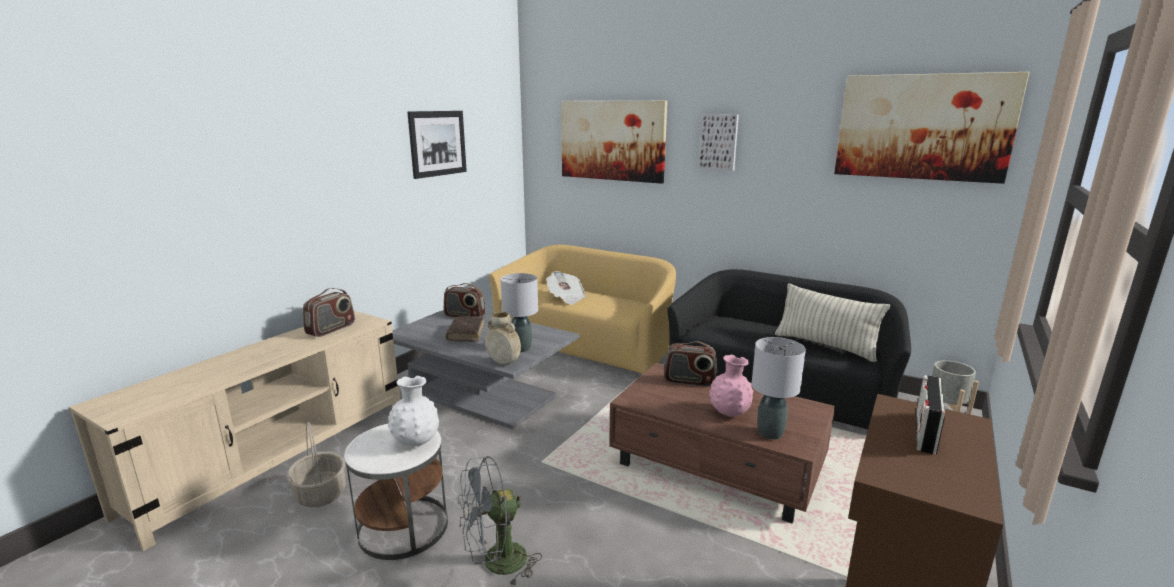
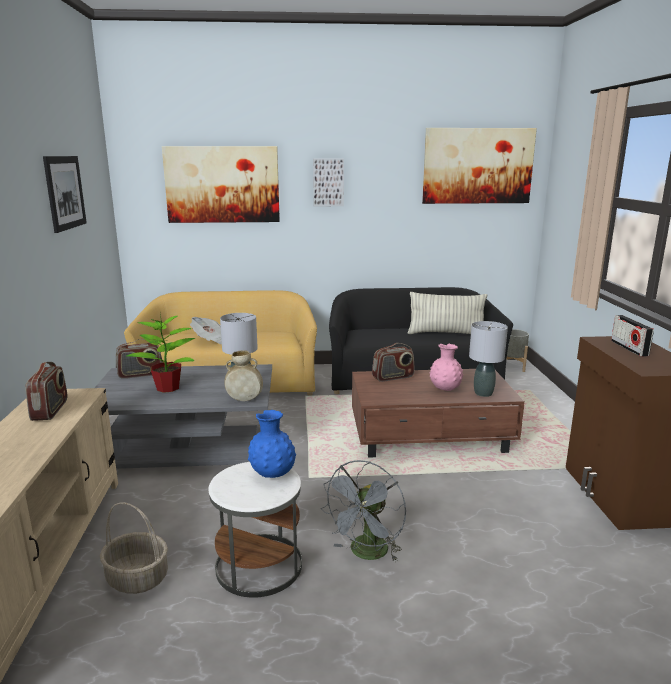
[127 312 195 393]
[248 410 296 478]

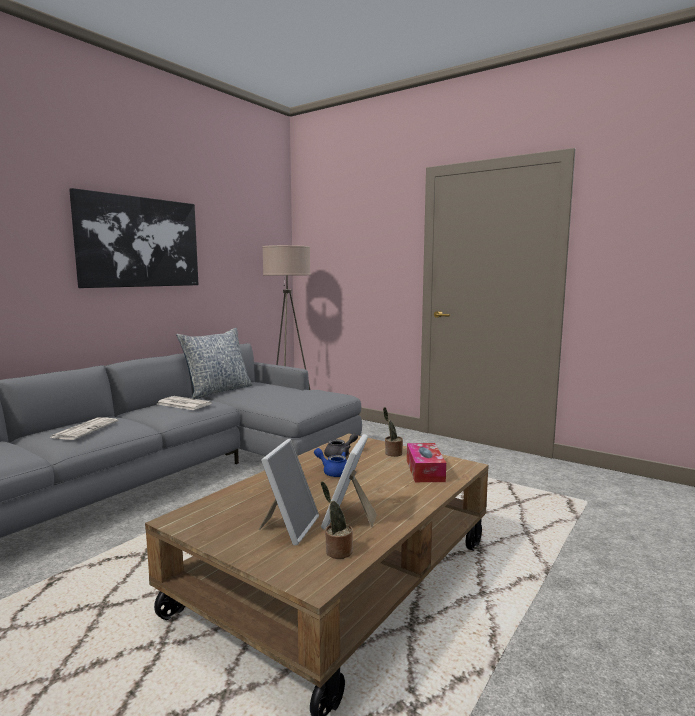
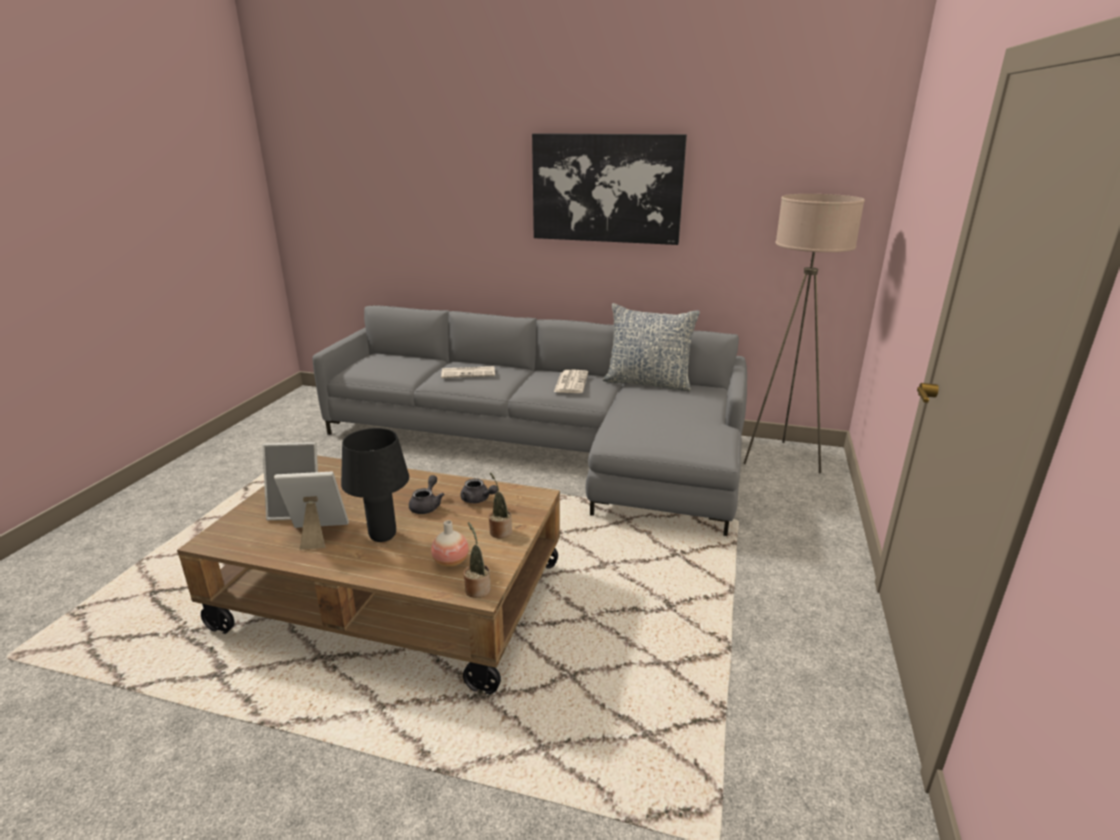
[341 428 409 542]
[463 522 491 598]
[431 520 469 567]
[409 475 444 514]

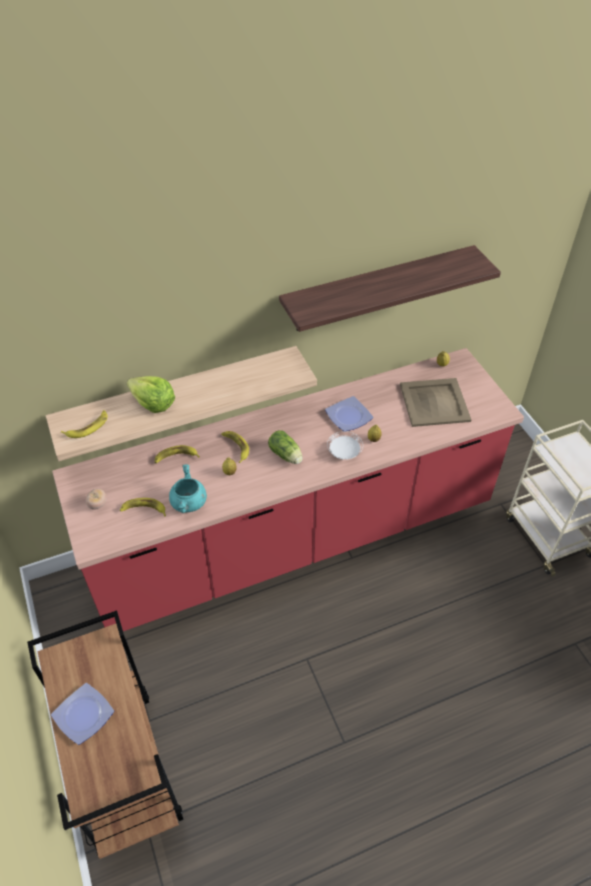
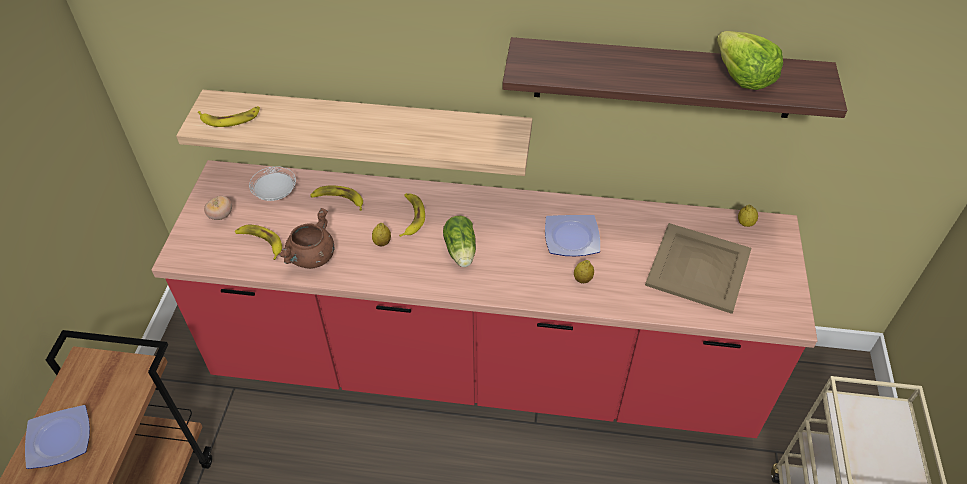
[717 31 783 90]
[249 166 296 201]
[279 208 334 269]

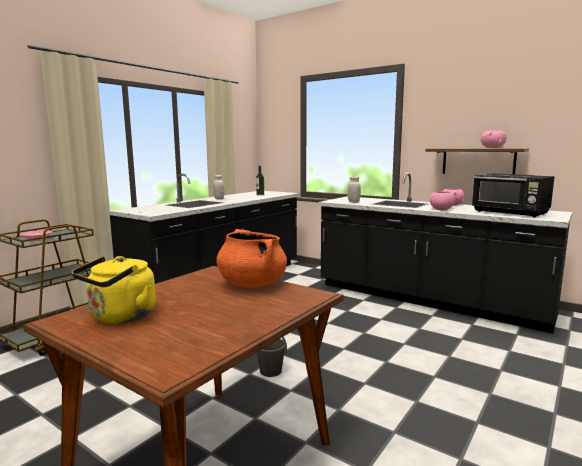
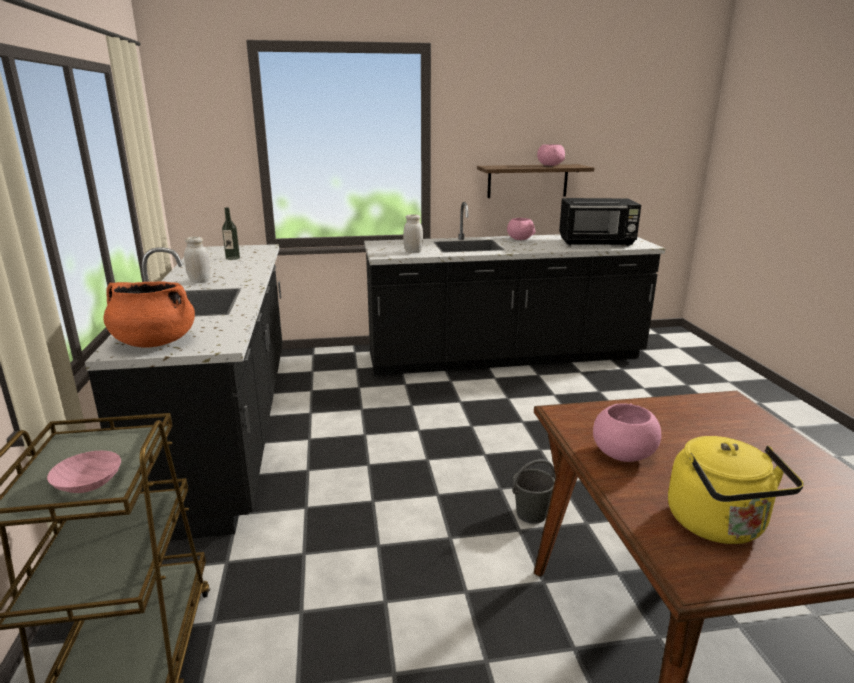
[104 282 195 347]
[593 403 661 462]

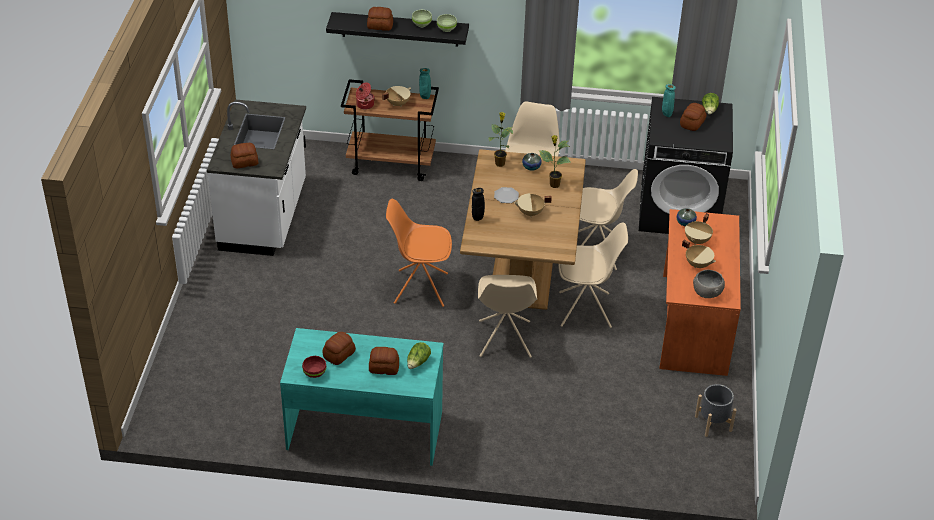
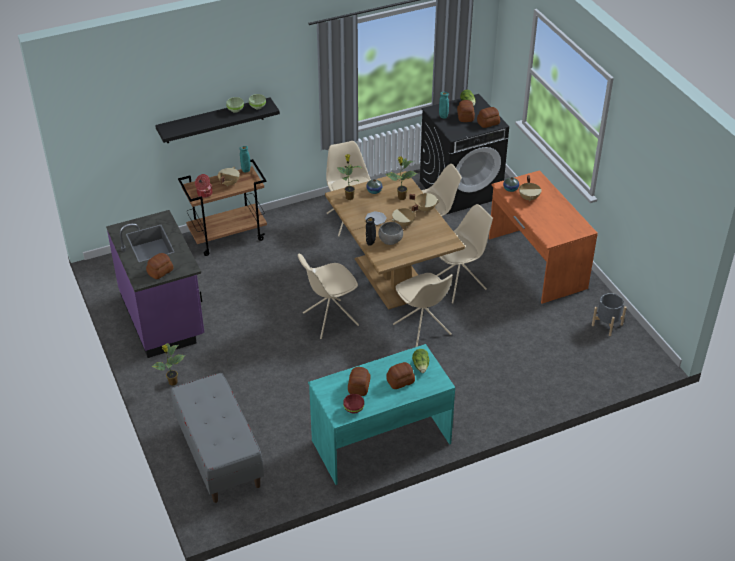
[151 343 185 386]
[171 373 264 503]
[477 107 500 128]
[409 193 440 212]
[378 222 403 245]
[106 210 204 358]
[298 254 359 339]

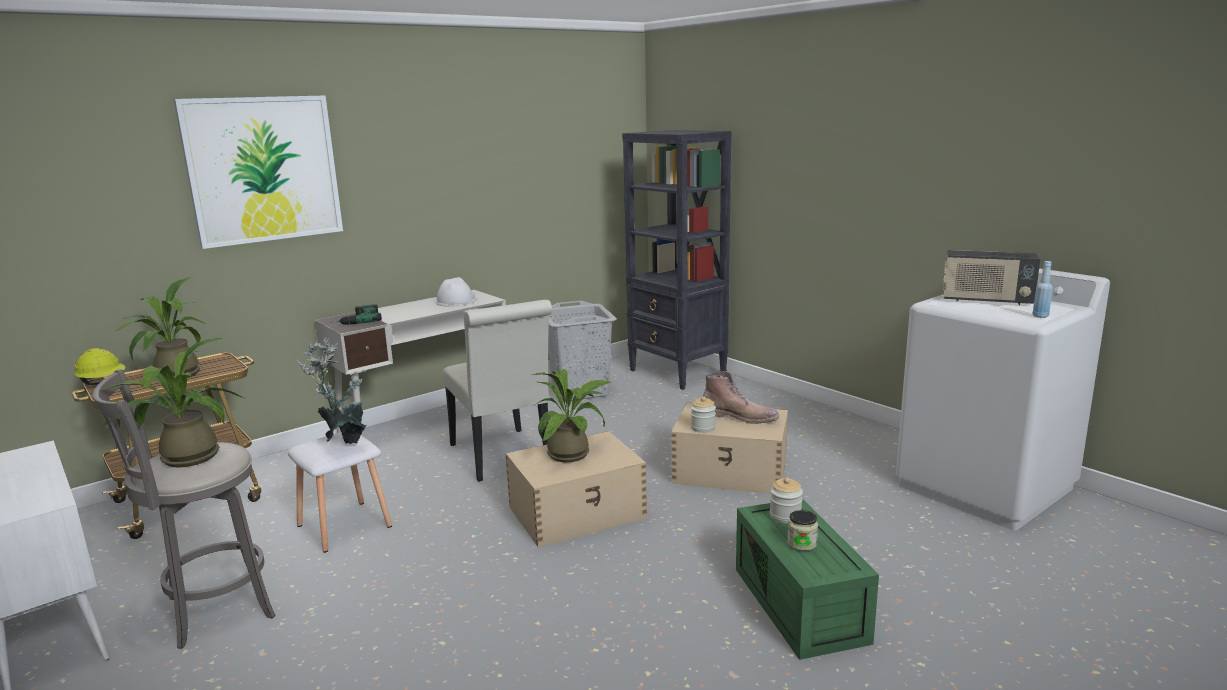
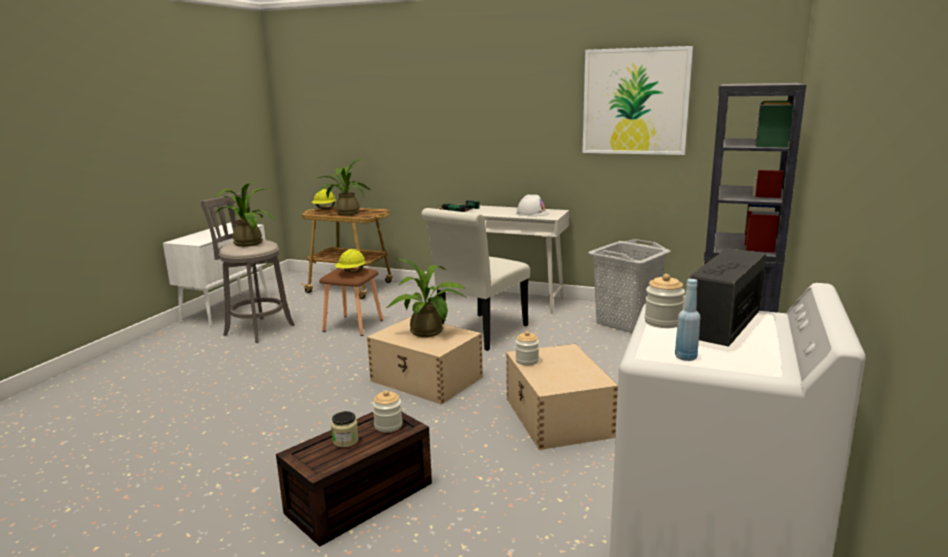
[703 371 779 424] (first image)
[644 274 685 328]
[582 46 693 155]
[335 249 366 273]
[319 267 383 336]
[276 412 432 547]
[690 248 766 347]

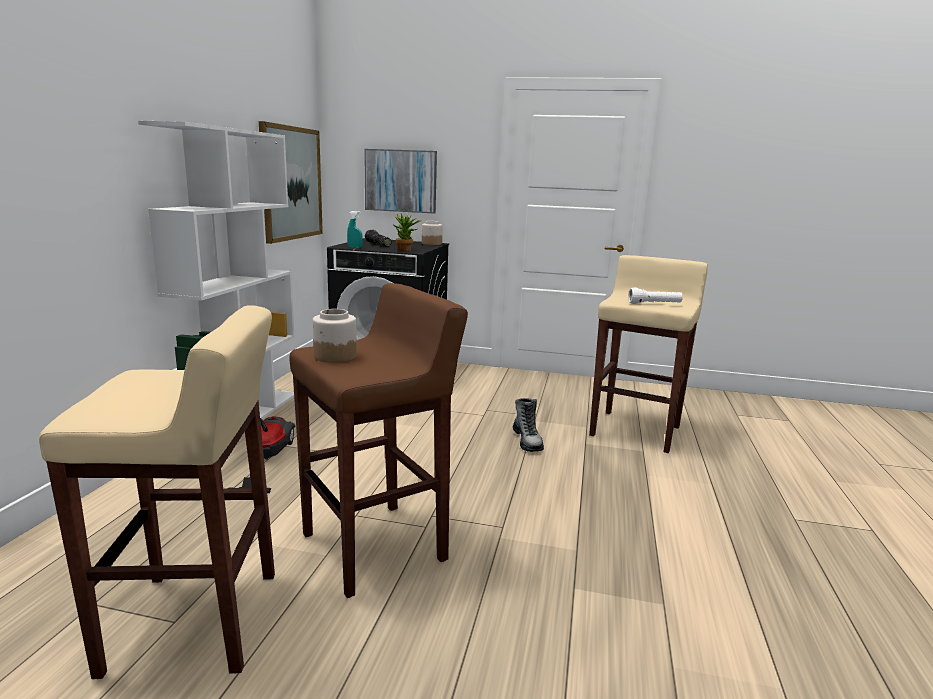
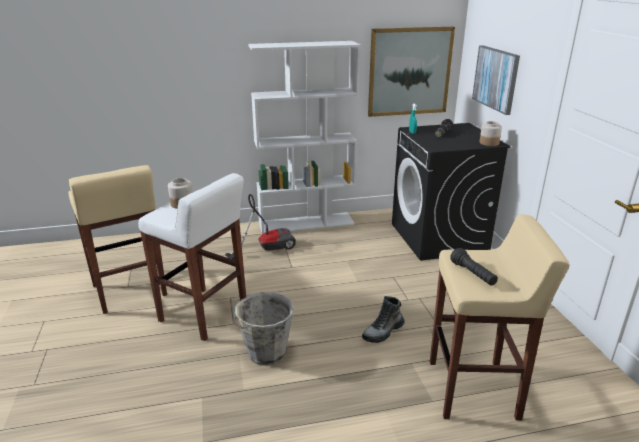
[394 213 422 251] (first image)
[233 292 294 366]
[138 173 246 341]
[450 248 498 286]

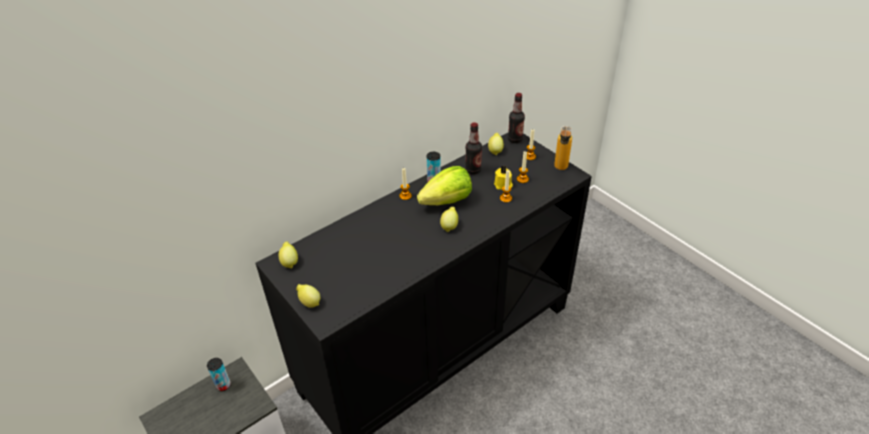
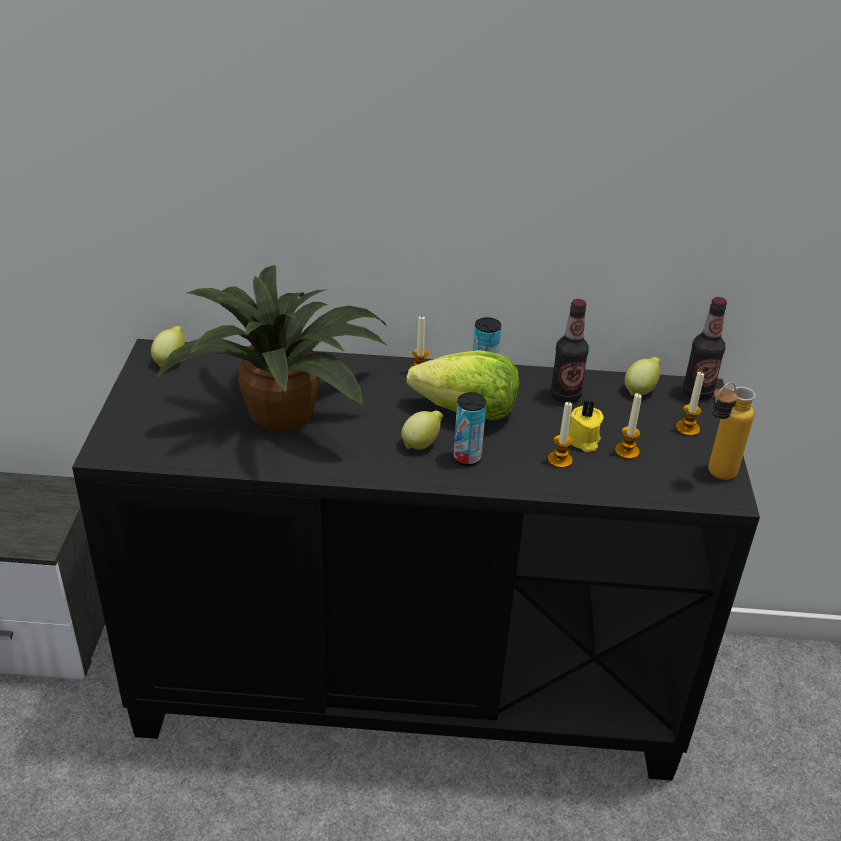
[296 284 321 308] (first image)
[157 265 387 432]
[453 392 486 466]

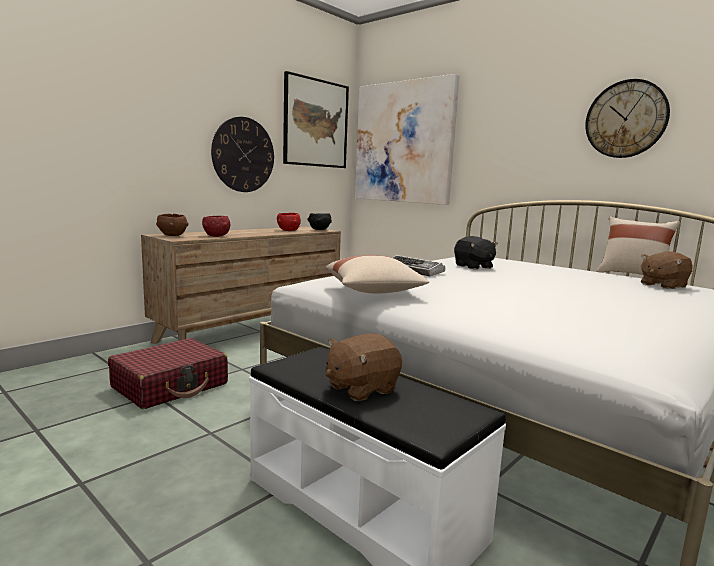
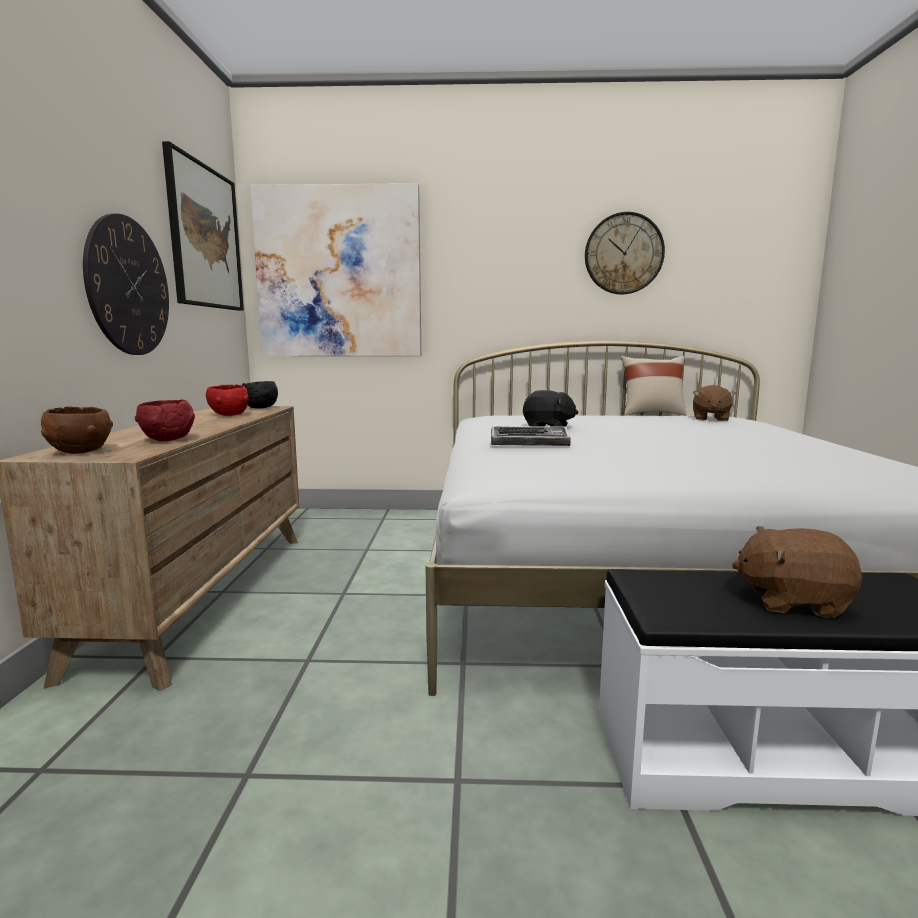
[108 338 228 409] (first image)
[326 255 429 293] (first image)
[732 526 862 618]

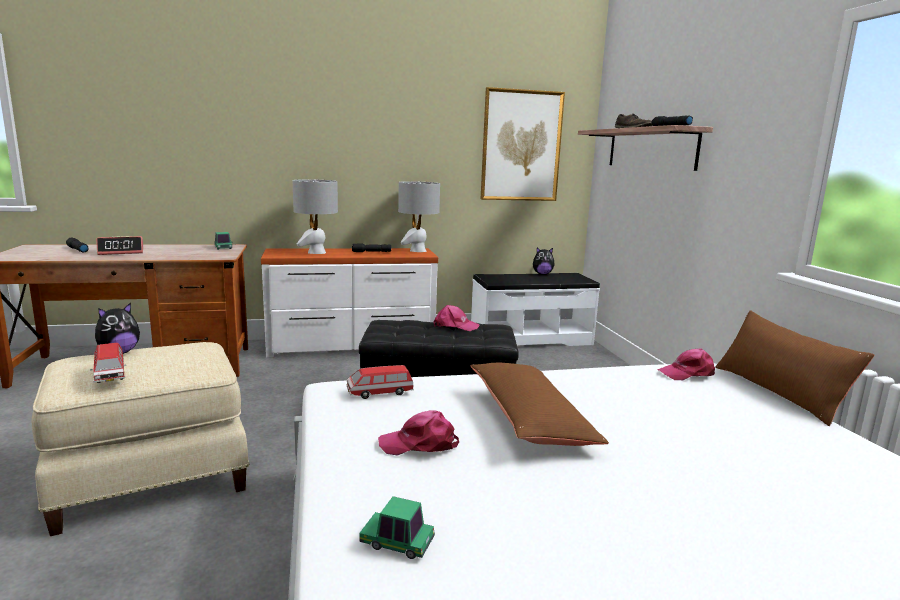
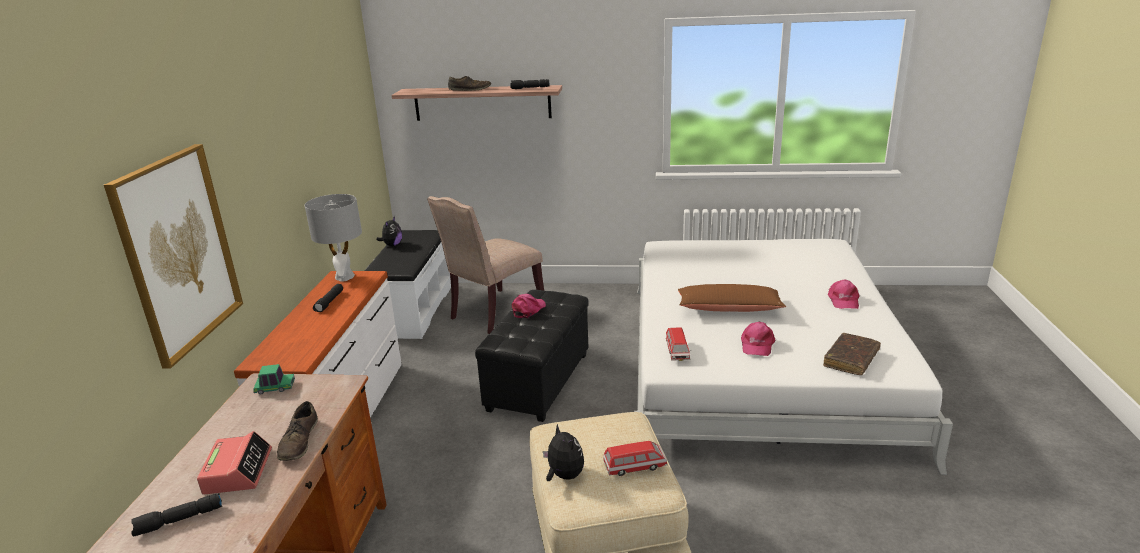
[293 179 338 254] (first image)
[715 310 874 426] (first image)
[277 401 318 461]
[427 196 544 334]
[104 144 243 369]
[828 279 860 309]
[823 333 881 375]

